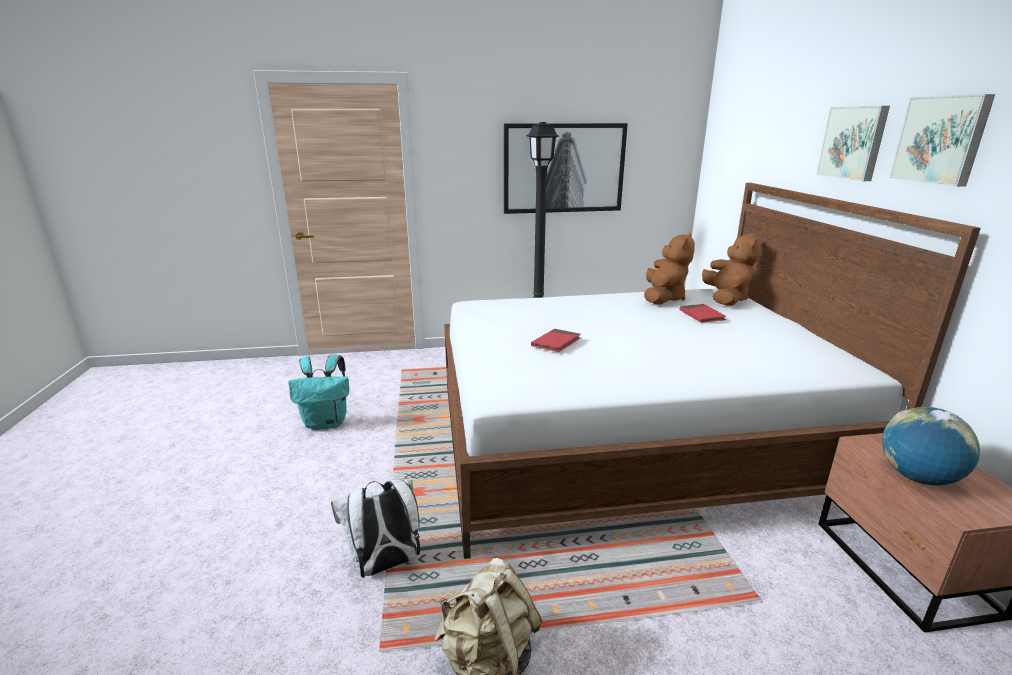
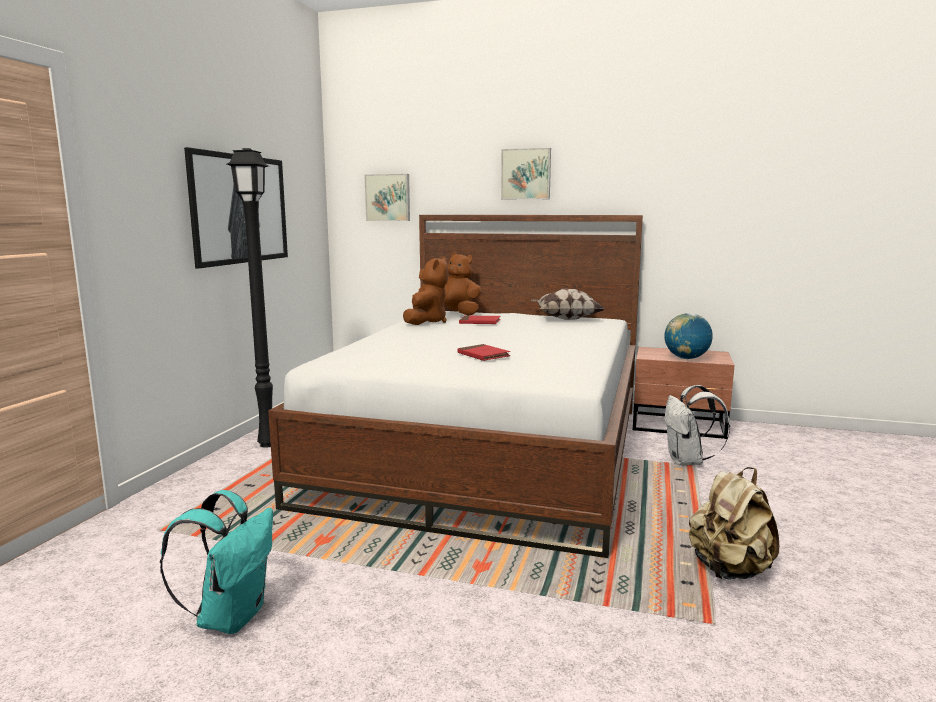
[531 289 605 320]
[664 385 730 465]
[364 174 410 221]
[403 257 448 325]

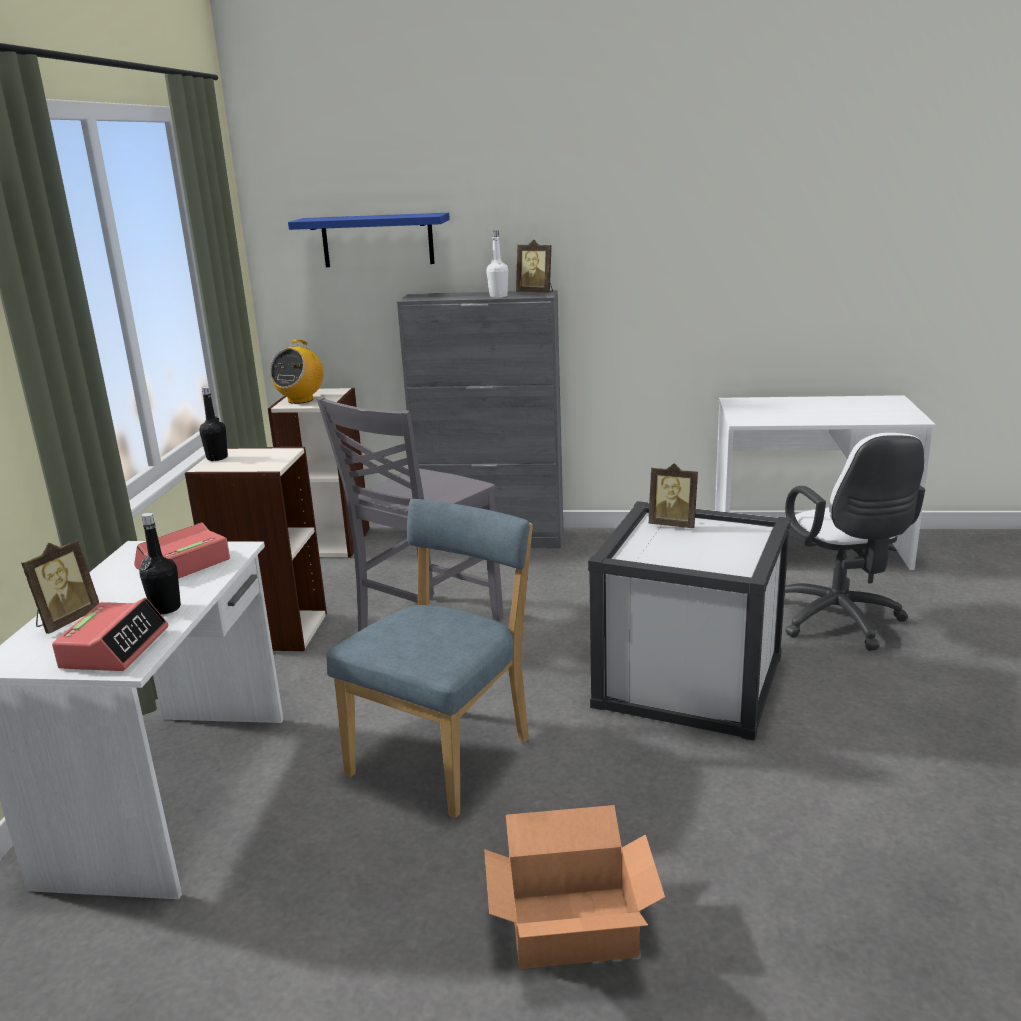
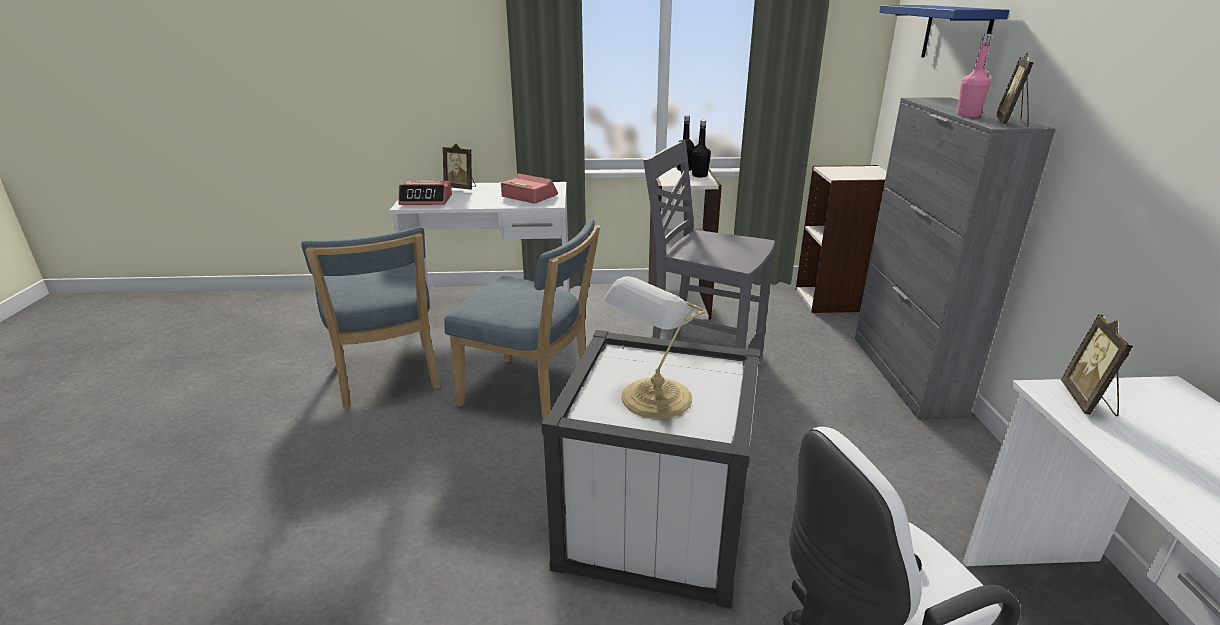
[270 340 324 404] (first image)
[484 805 665 969] (first image)
[301 227 440 408]
[604 276 706 419]
[692 120 711 178]
[1061 314 1133 416]
[957 34 992 117]

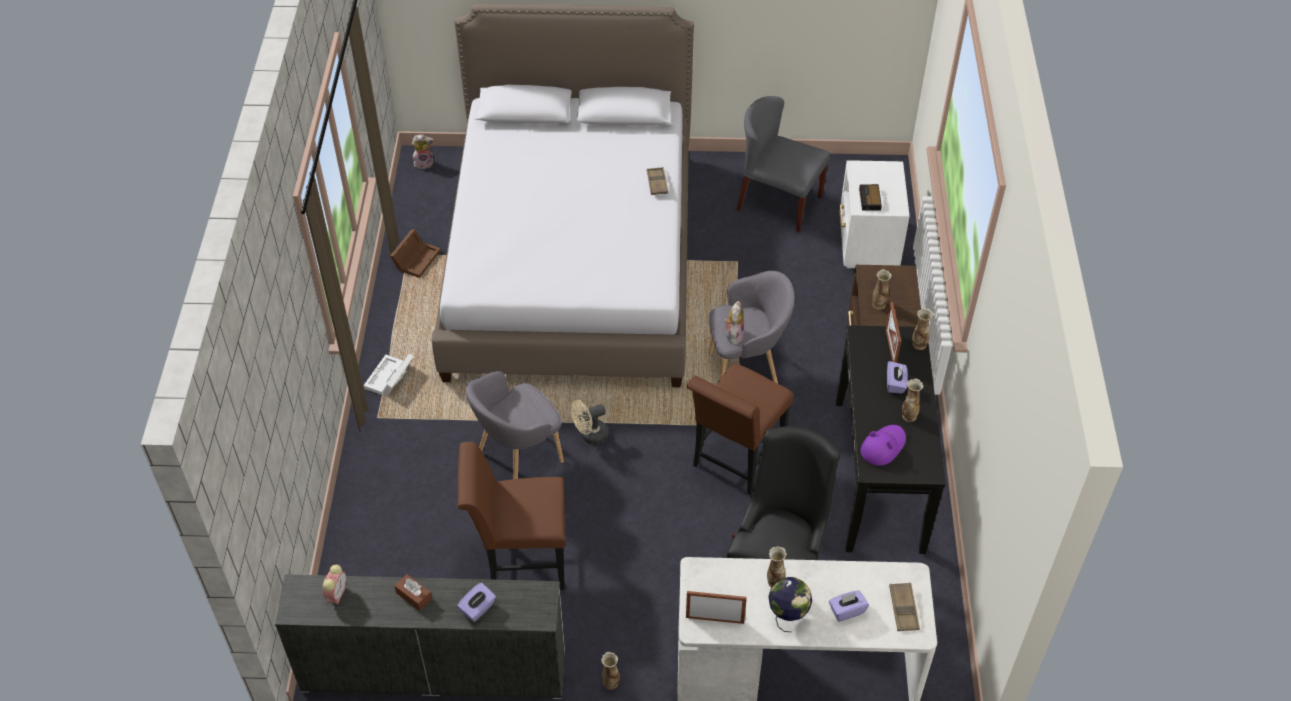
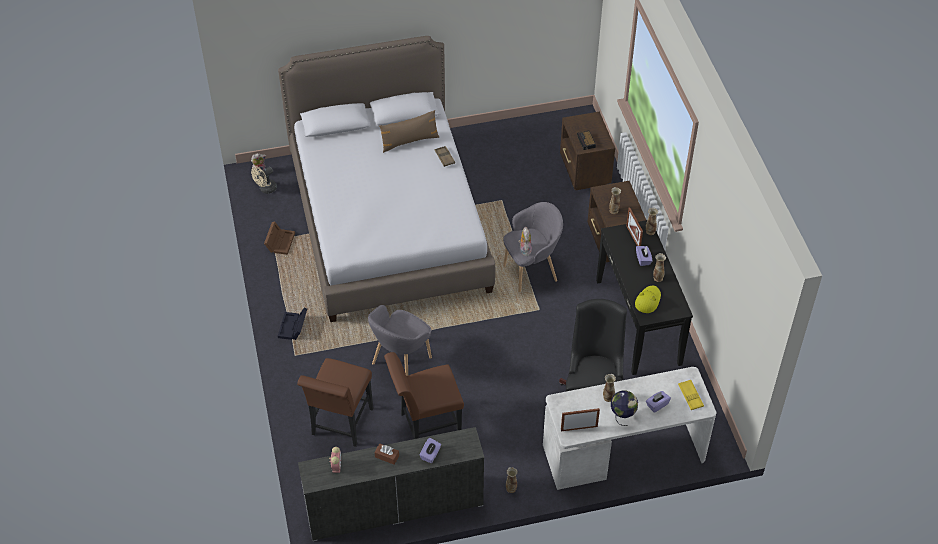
[736 96 830 232] (first image)
[379 110 439 153]
[251 166 277 194]
[297 358 373 447]
[278 308 307 340]
[560 112 615 190]
[635 286 661 313]
[678 380 704 410]

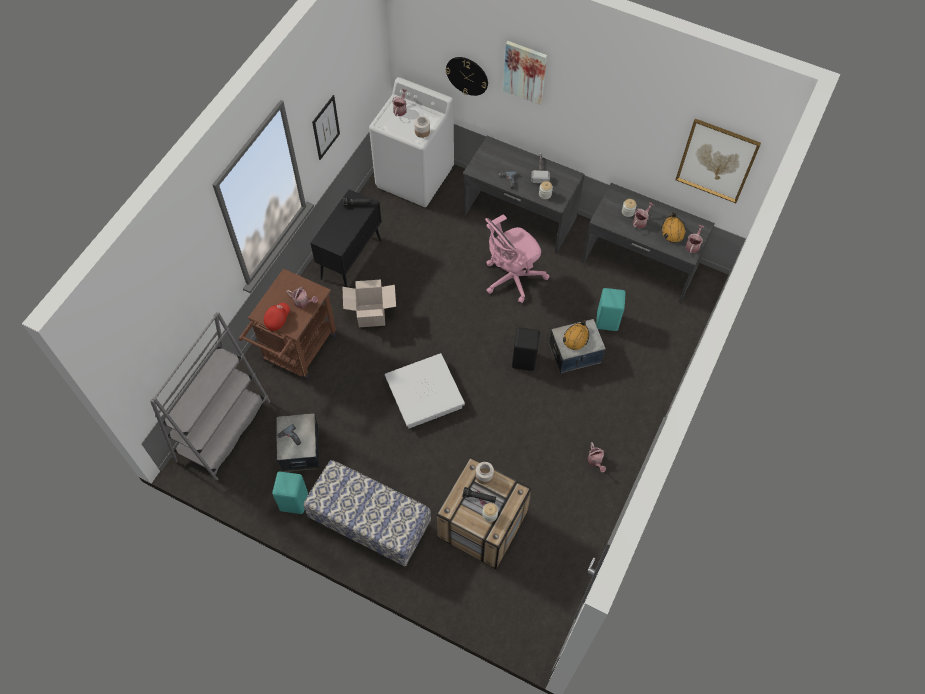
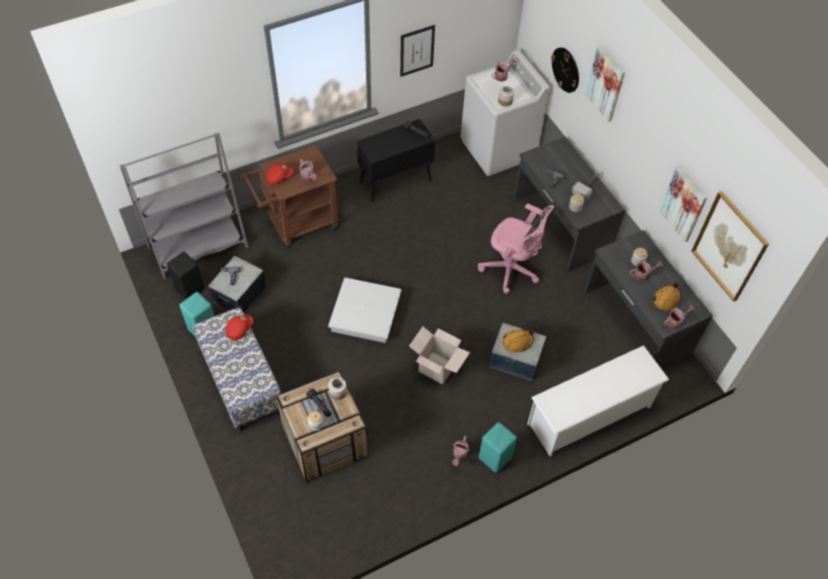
[225 315 253 341]
[527 345 669 456]
[659 166 707 242]
[409 327 470 384]
[167 252 205 299]
[479 422 517 473]
[478 203 554 294]

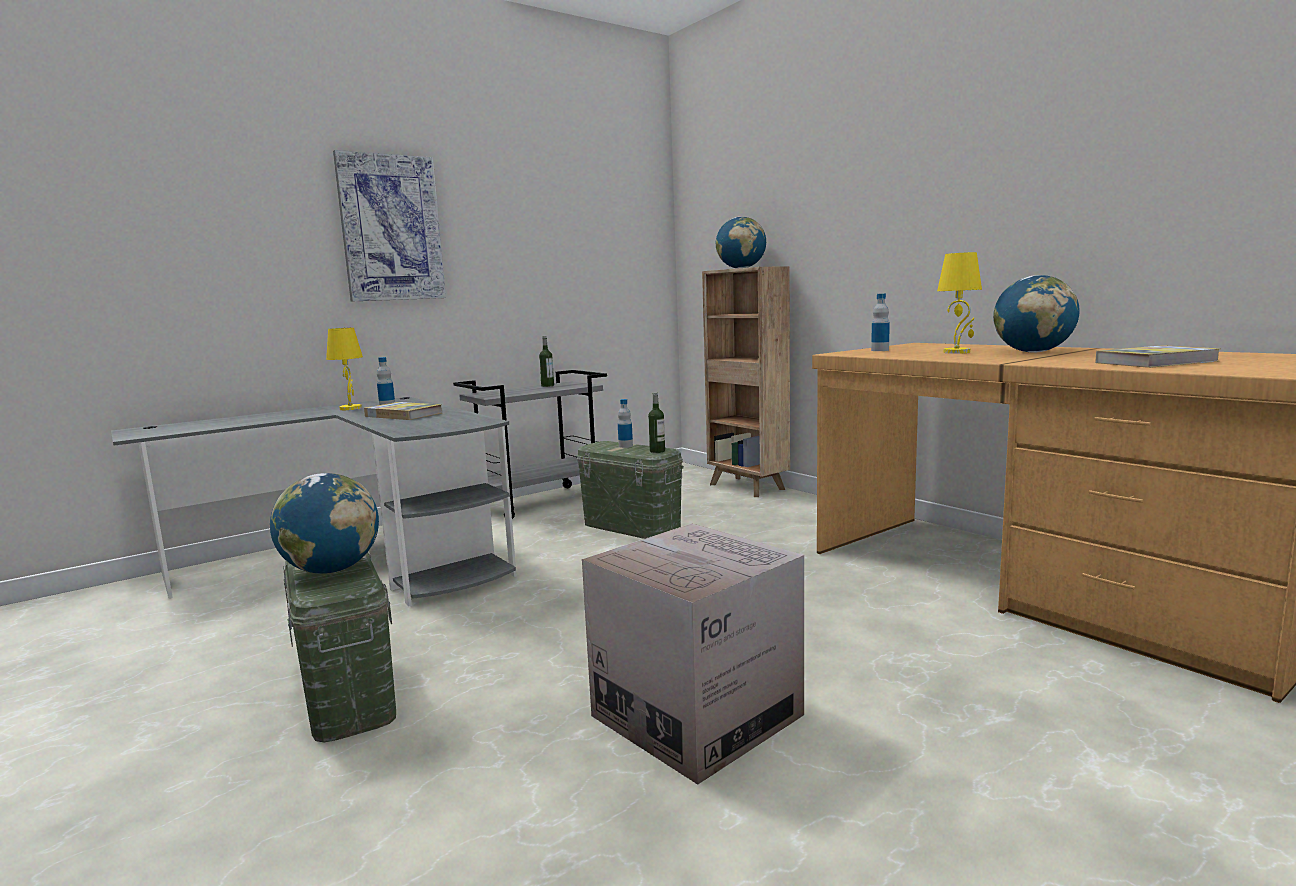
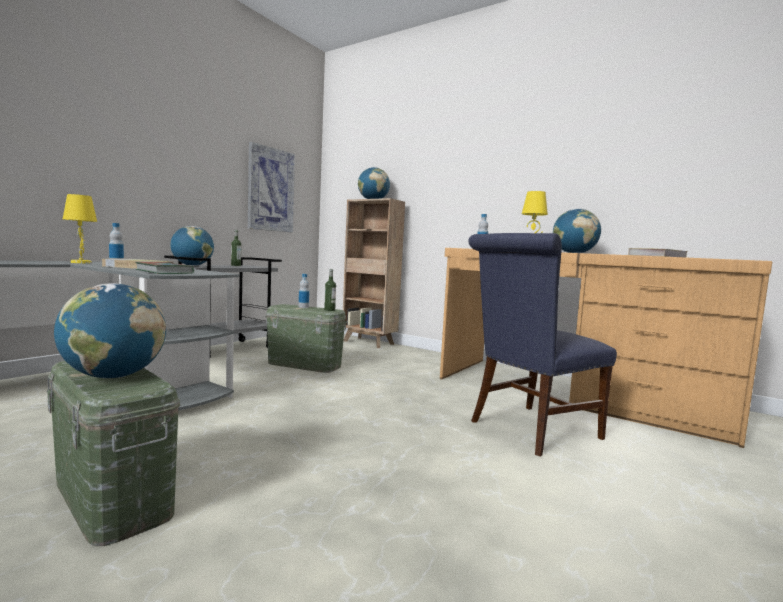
[582 524 804 785] (first image)
[135 261 194 274]
[170 226 214 266]
[469 233 617 457]
[248 142 295 232]

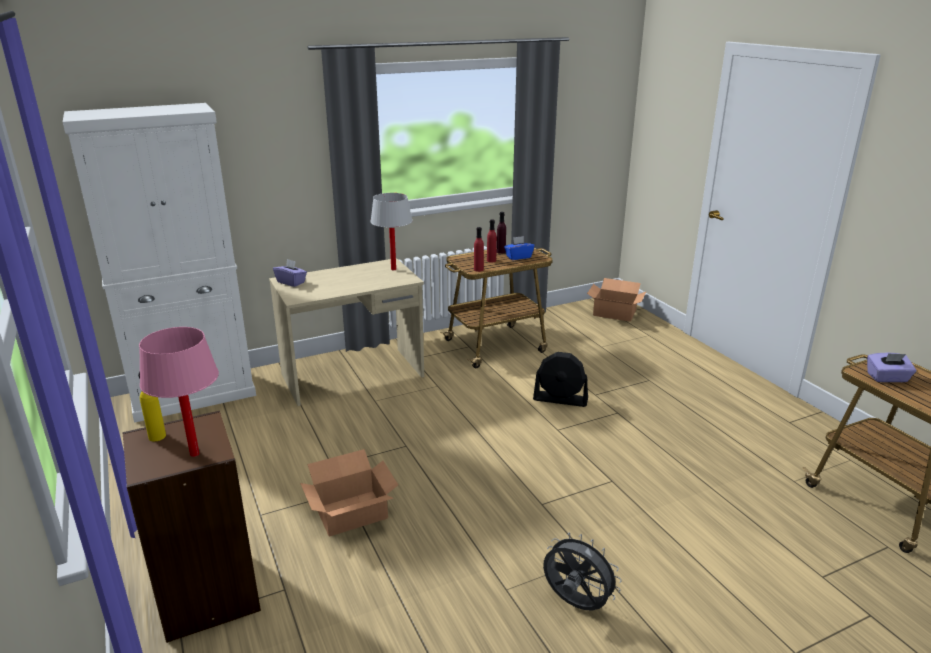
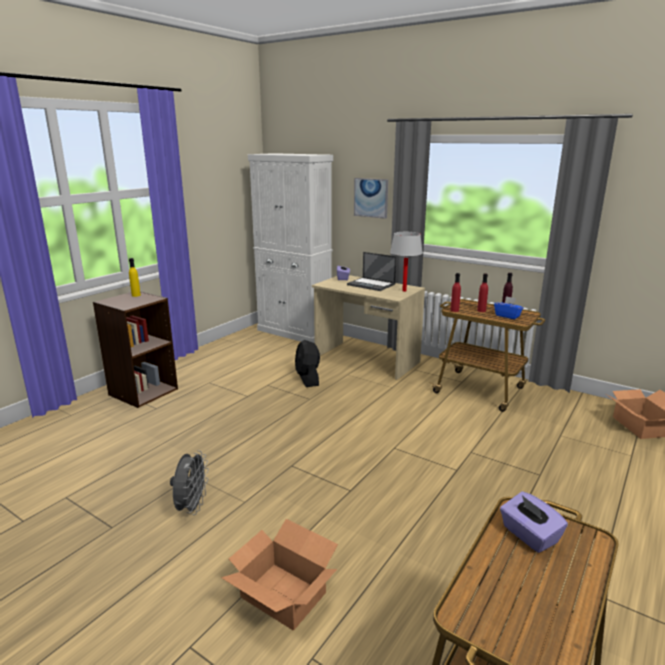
[139 327 219 457] (first image)
[347 252 397 291]
[354 178 388 219]
[221 519 338 630]
[295 340 320 387]

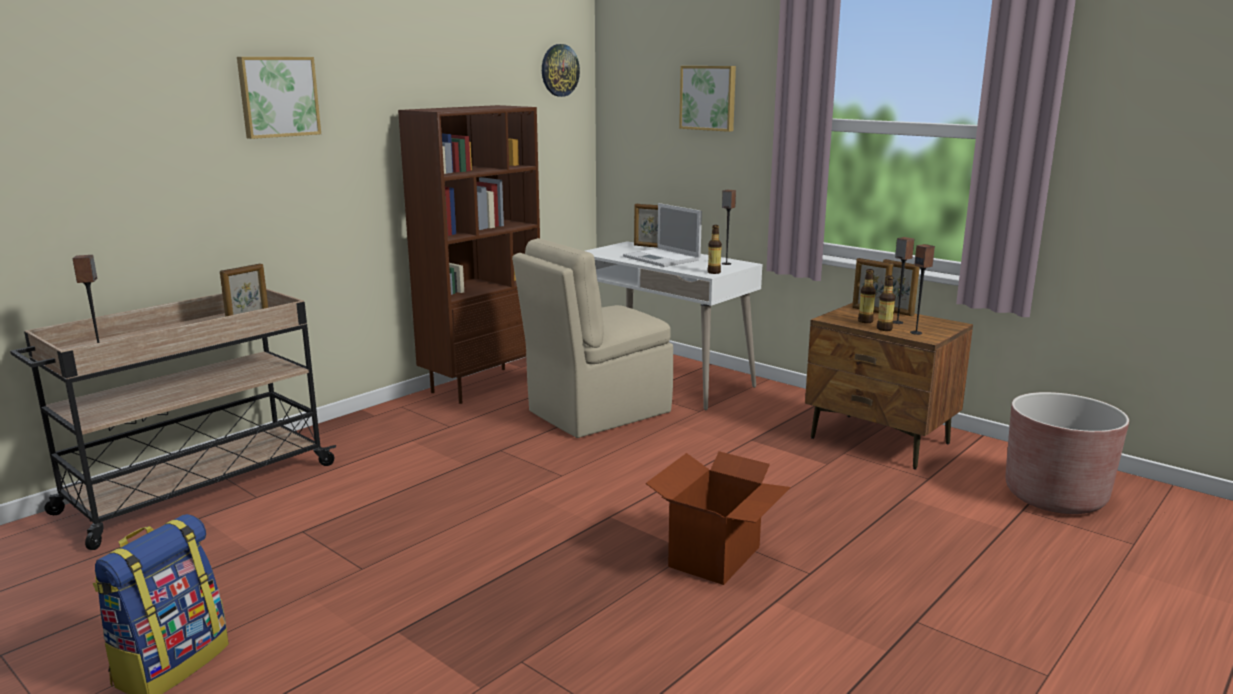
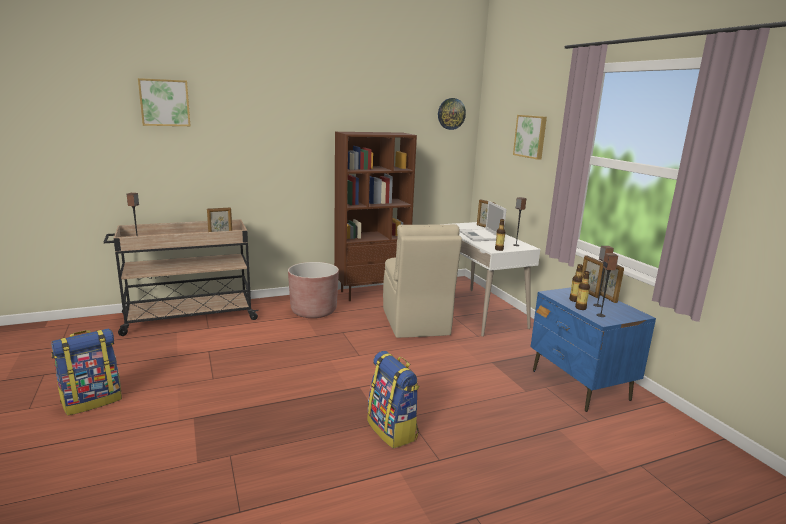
[138 78 190 126]
[288 262 339 318]
[367 351 420 449]
[531 287 656 412]
[383 224 462 338]

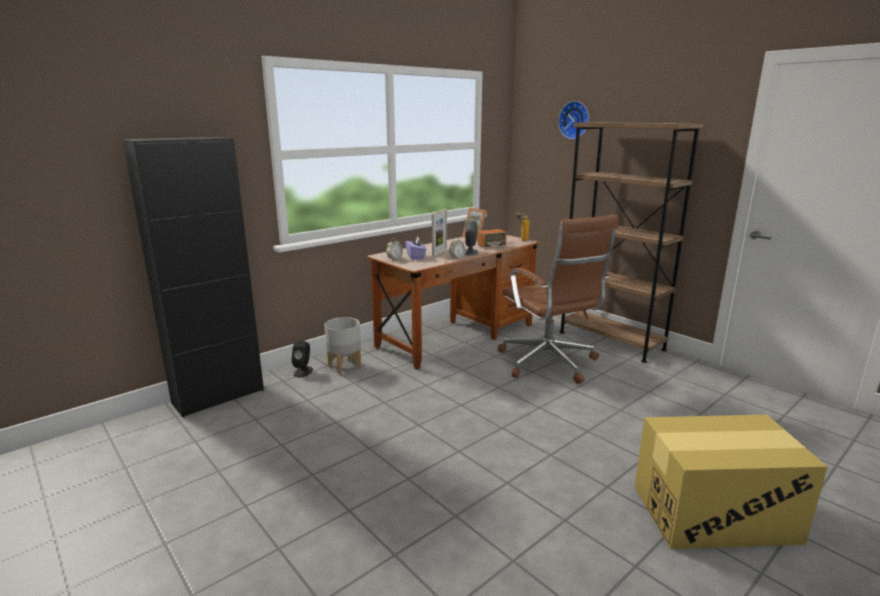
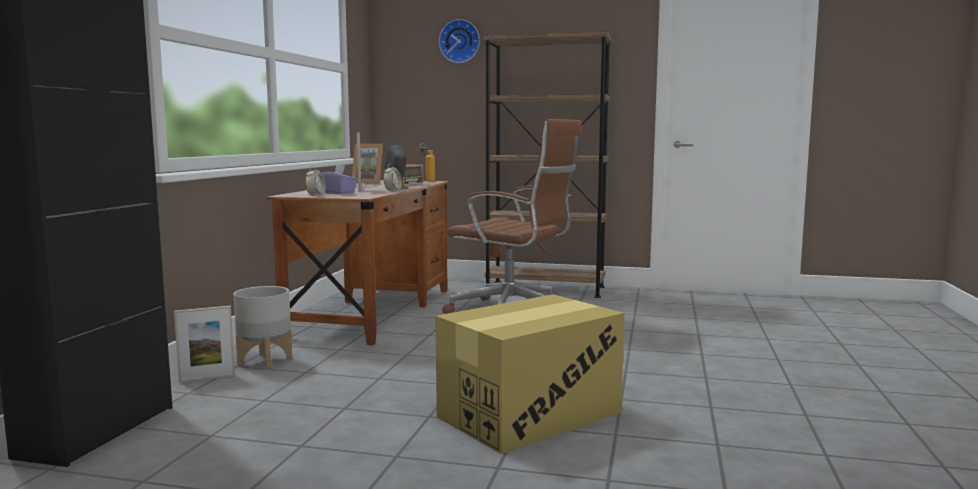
[435 294 624 454]
[174 306 235 383]

